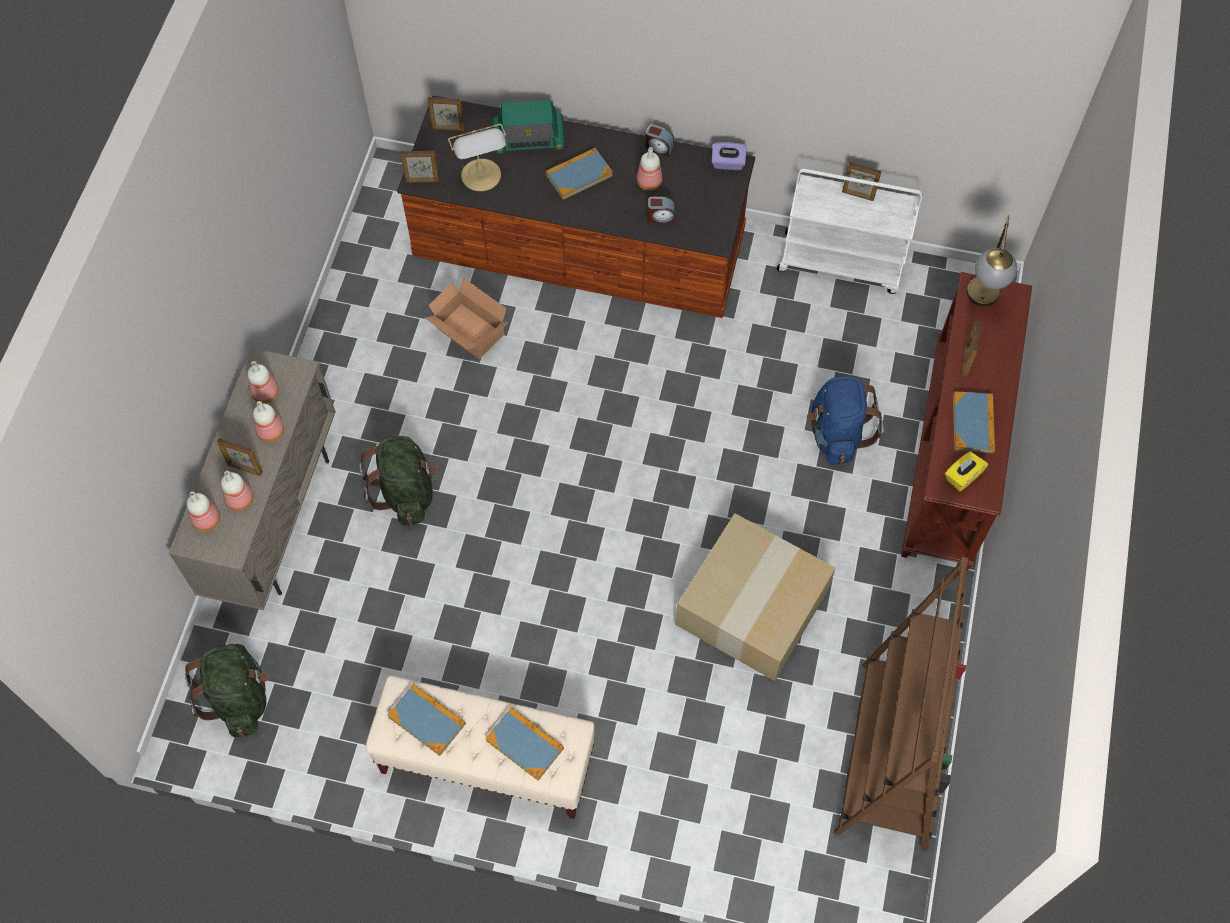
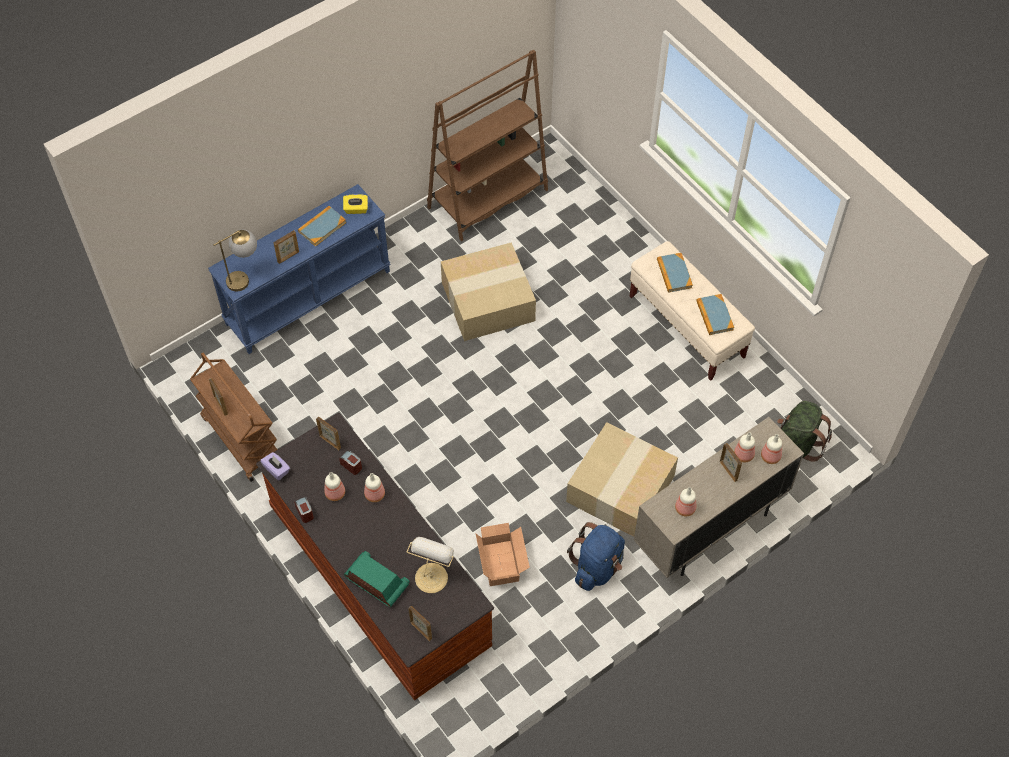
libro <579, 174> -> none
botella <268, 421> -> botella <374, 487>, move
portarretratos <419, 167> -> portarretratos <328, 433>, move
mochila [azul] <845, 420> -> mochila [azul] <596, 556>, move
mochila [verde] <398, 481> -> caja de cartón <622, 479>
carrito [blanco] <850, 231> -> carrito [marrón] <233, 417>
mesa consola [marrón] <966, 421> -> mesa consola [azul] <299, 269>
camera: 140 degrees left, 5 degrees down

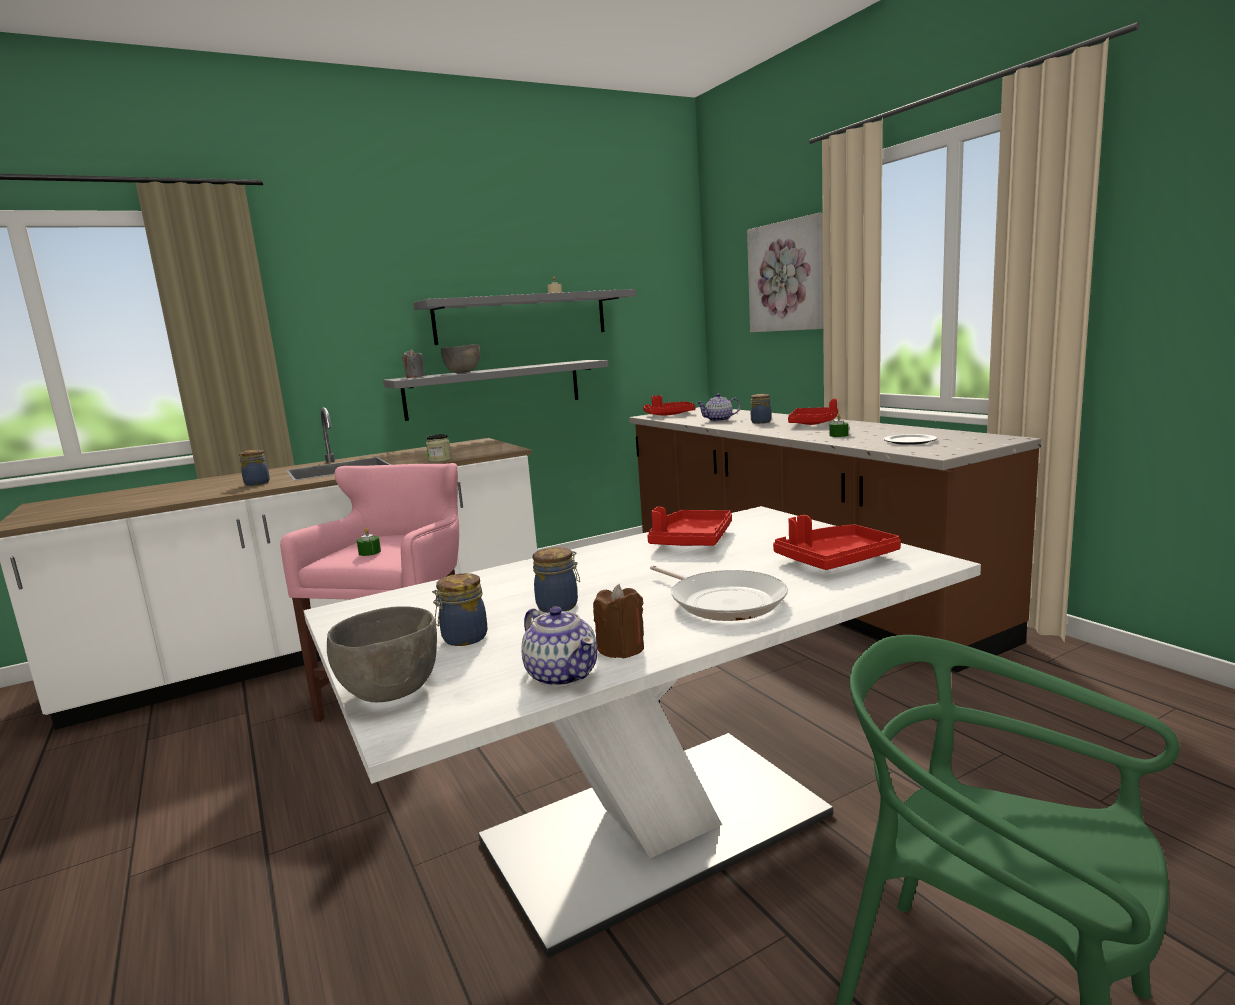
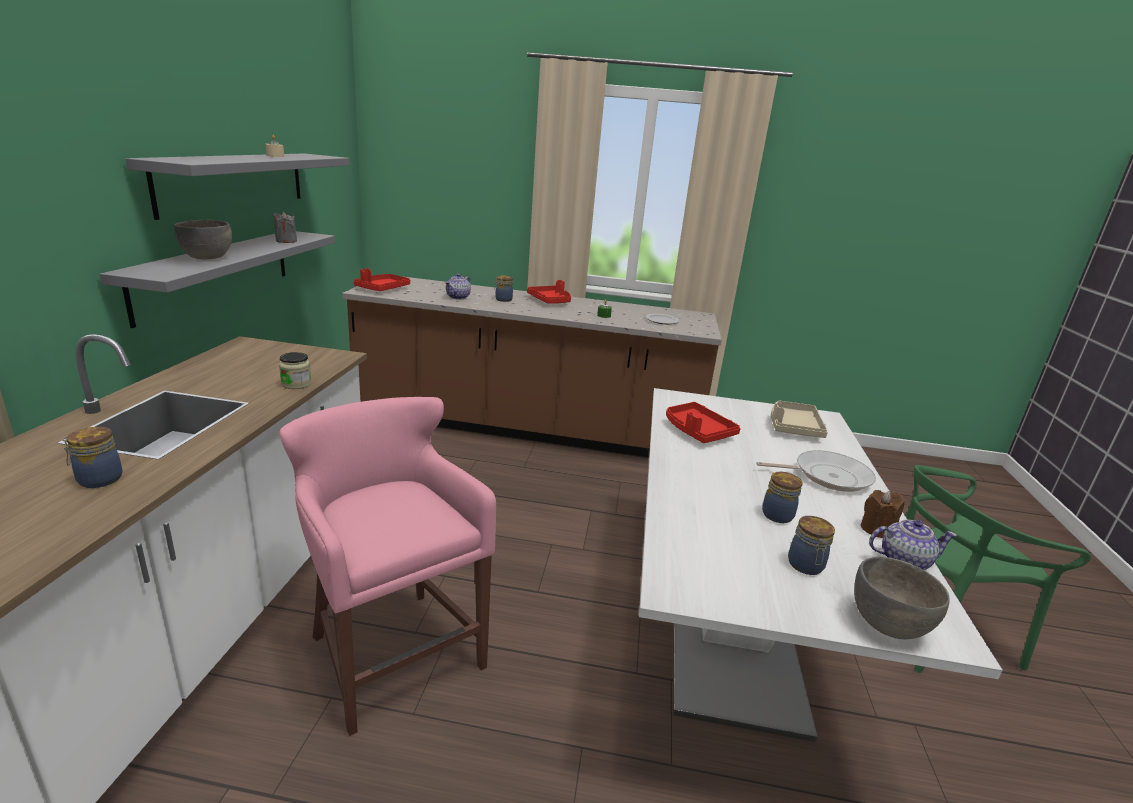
vela [verde] <369, 542> -> none
cuadro <785, 272> -> none
vela [gris] <414, 363> -> vela [gris] <285, 227>, move
bandeja [rojo] <837, 542> -> bandeja [beis] <799, 419>
camera: 55 degrees left, 10 degrees up

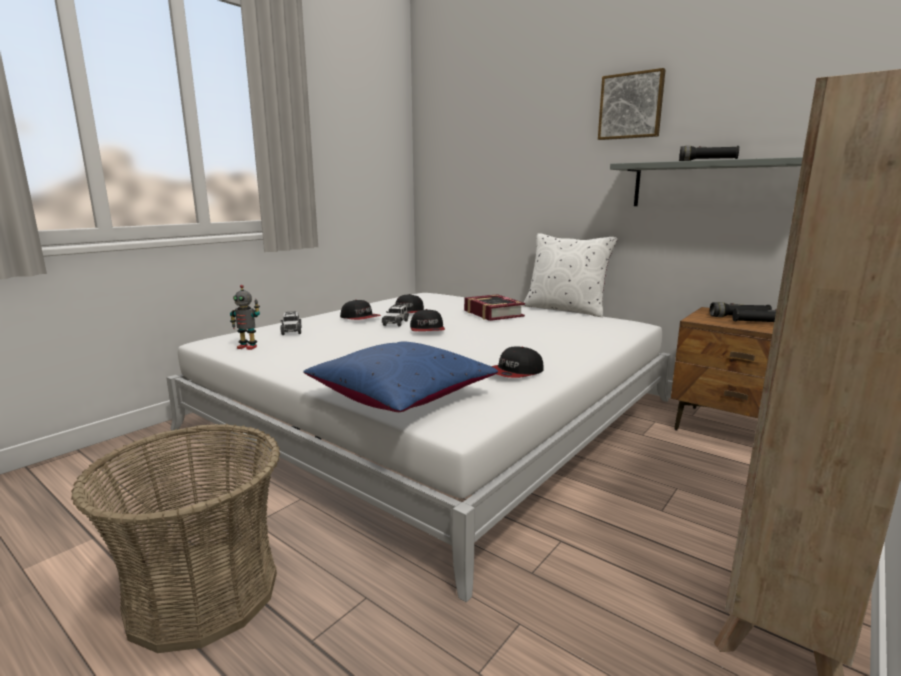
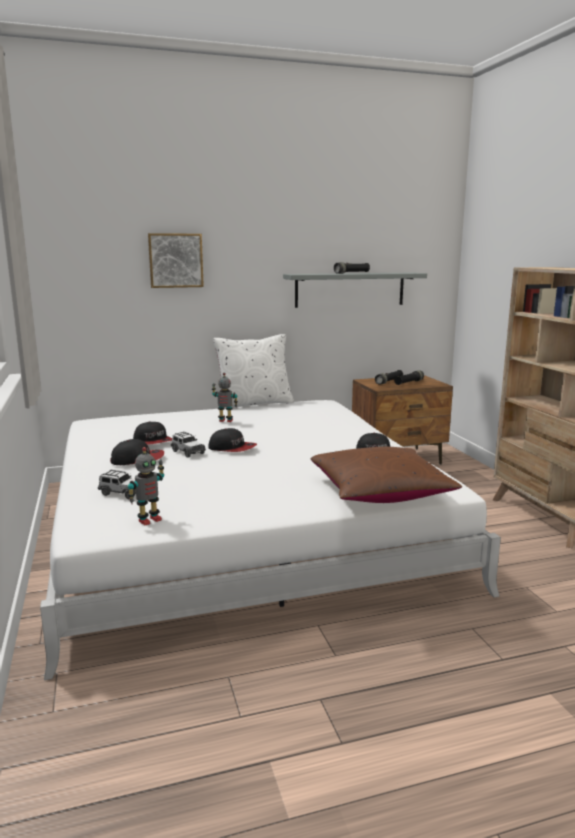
cesta <175, 538> -> none
cuadro <632, 104> -> cuadro <176, 260>, move
libro <494, 307> -> robot de juguete <225, 397>
cojín [azul] <400, 376> -> cojín [marrón] <386, 475>
camera: 55 degrees left, 0 degrees up

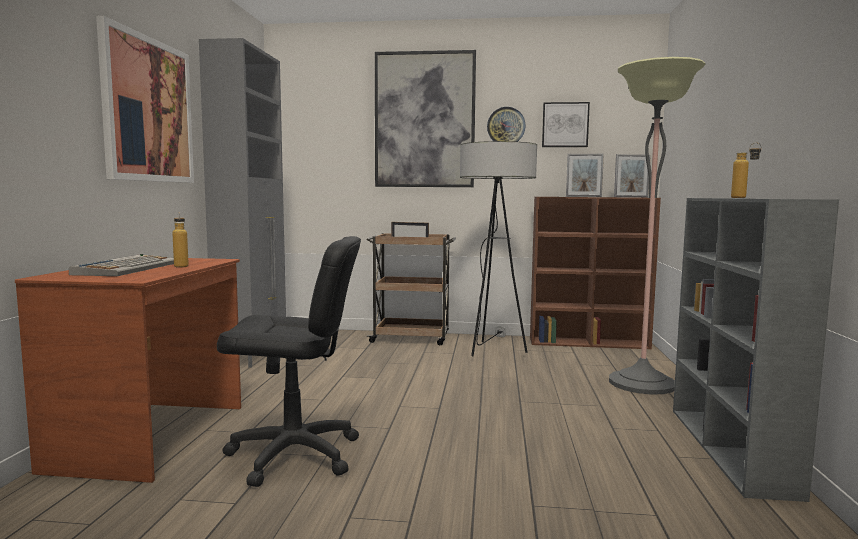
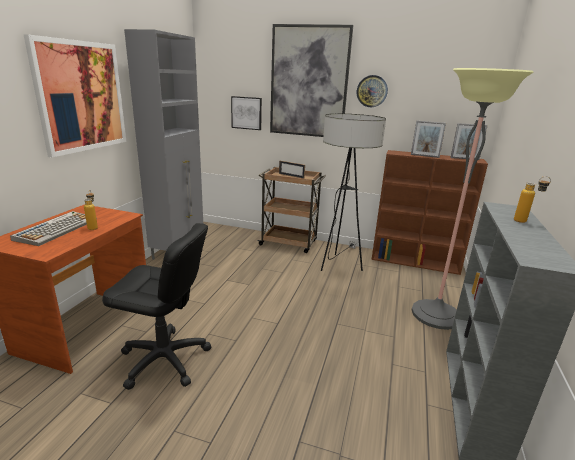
cuadro <566, 124> -> cuadro <246, 113>, move
camera: 10 degrees right, 15 degrees up

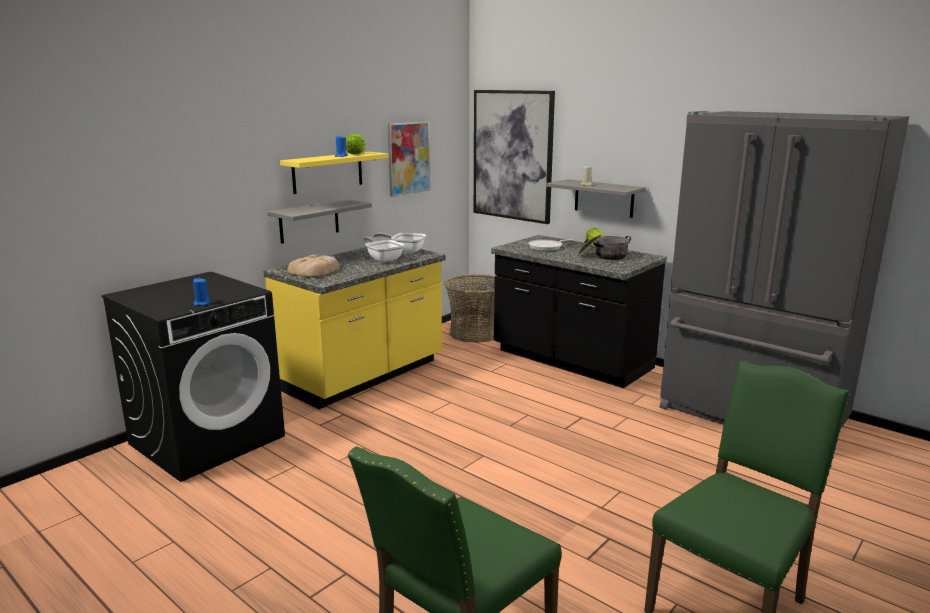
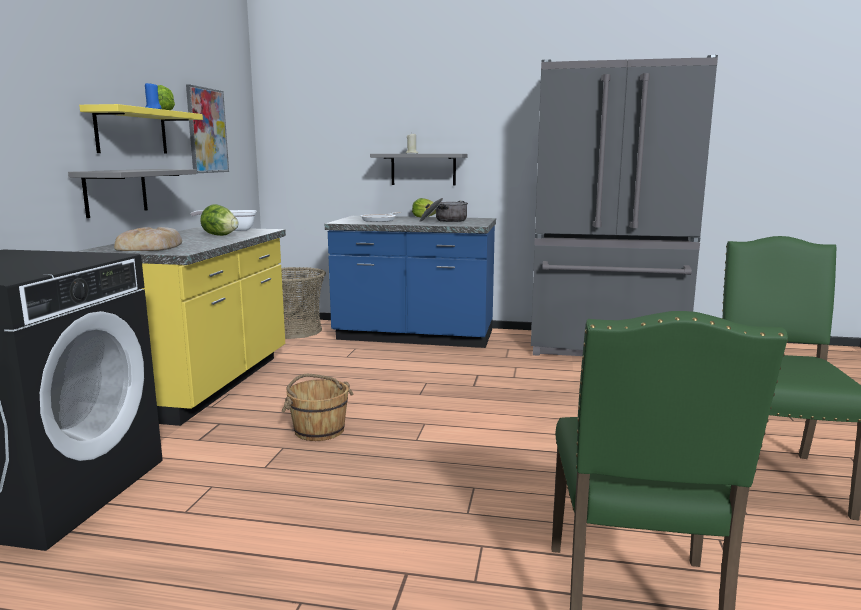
vela [azul] <202, 292> -> none
cuadro <514, 157> -> none
none -> cubo [marrón] <317, 407>
sartén <383, 249> -> lechuga <219, 220>
mueble bajo de cocina [negro] <579, 311> -> mueble bajo de cocina [azul] <410, 282>
camera: 30 degrees left, 5 degrees down

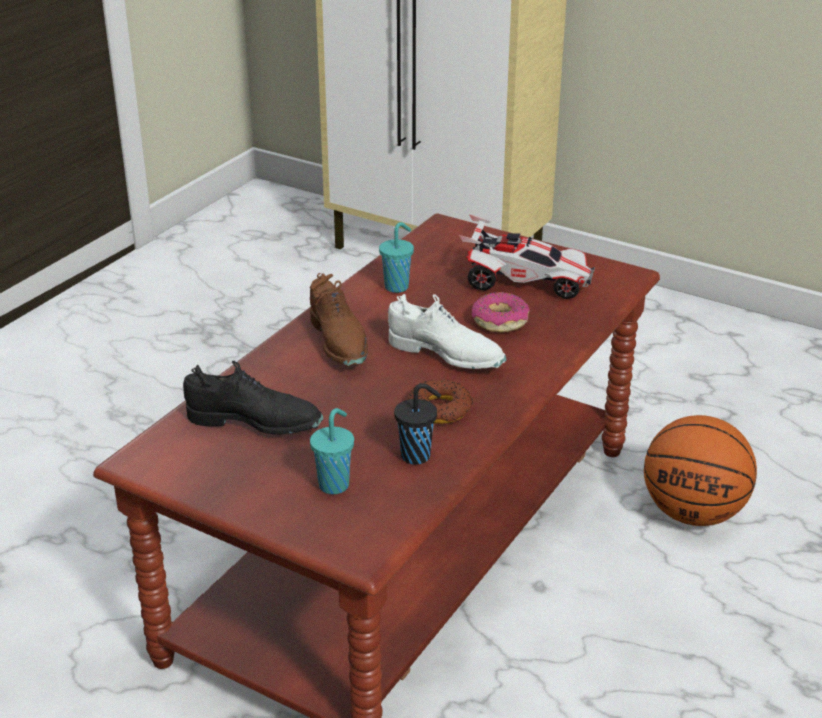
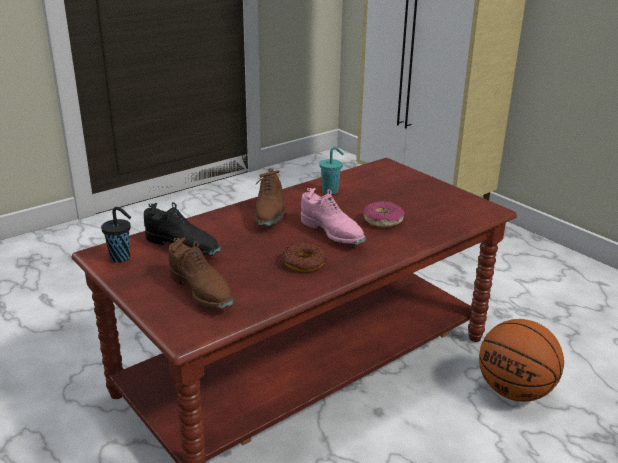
coche de juguete <527, 256> -> none
taza [negro] <417, 424> -> taza [negro] <116, 235>, move
taza [turquesa] <332, 451> -> zapato [marrón] <201, 273>
zapato [blanco] <447, 331> -> zapato [rosa] <333, 216>
camera: 20 degrees right, 5 degrees down

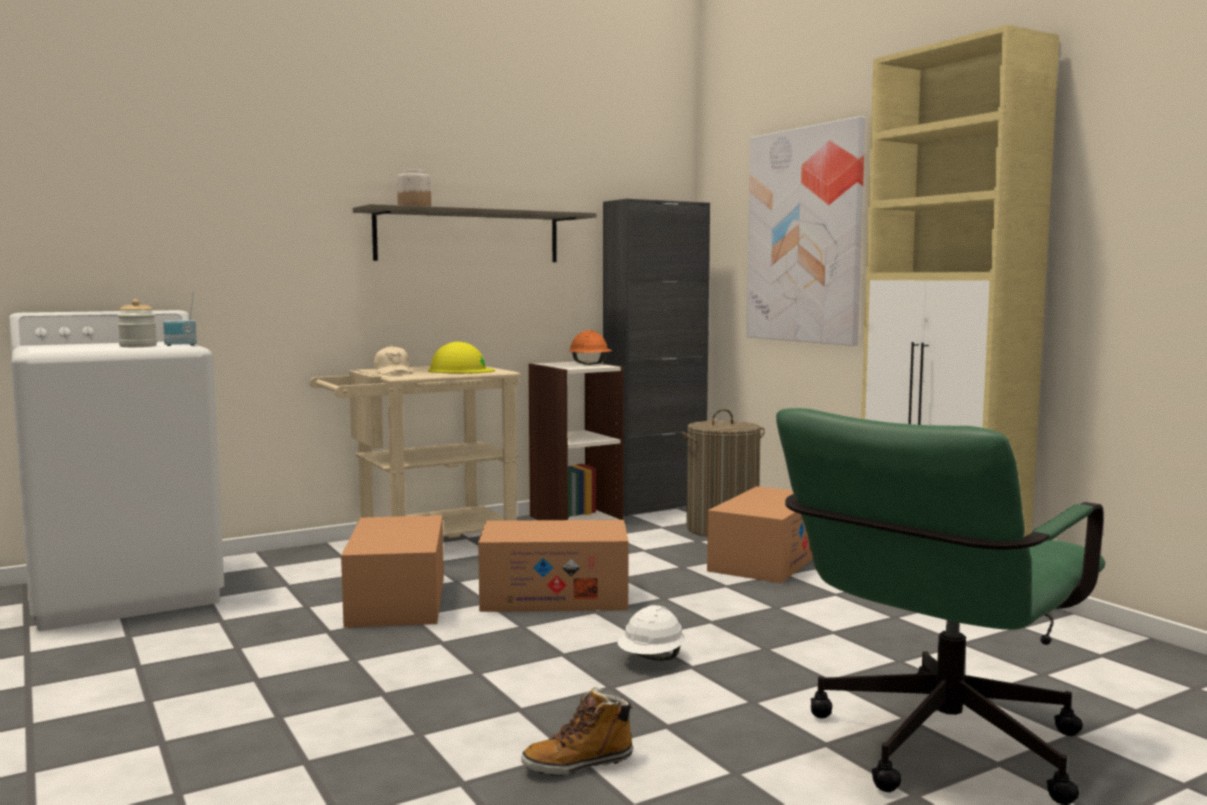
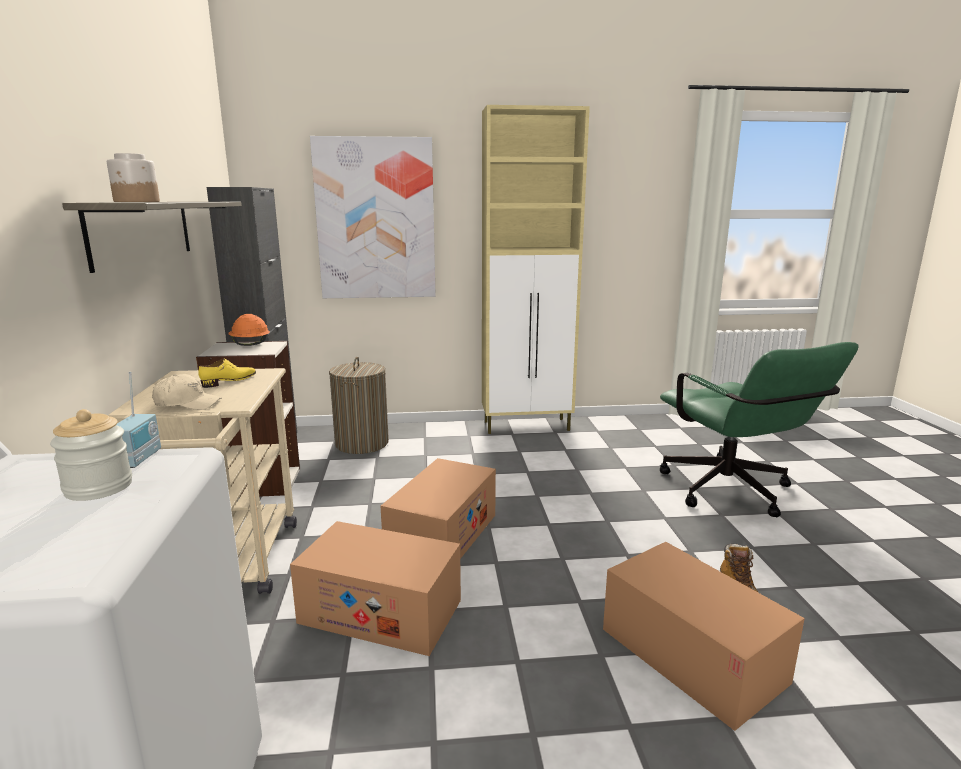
casco [blanco] <651, 633> -> none
caja de cartón <760, 534> -> caja de cartón <704, 636>, move
casco [amarillo] <461, 357> -> zapato [amarillo] <227, 373>
camera: 65 degrees left, 10 degrees up

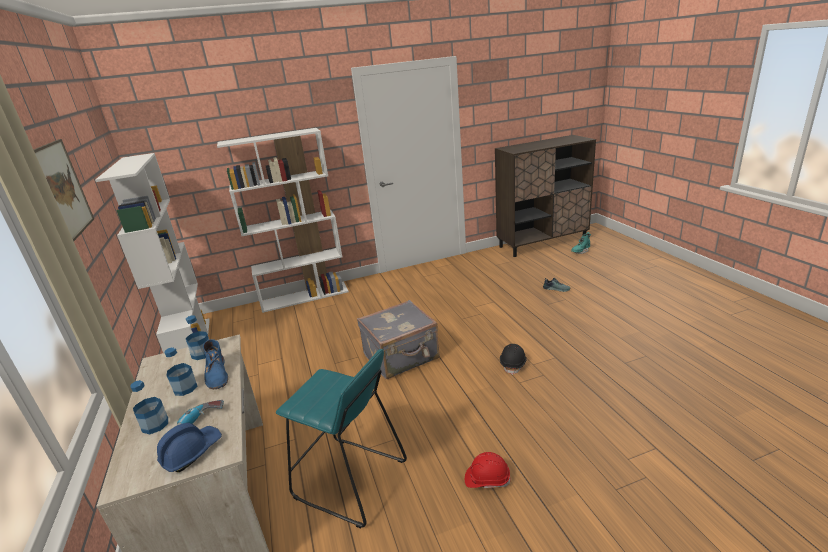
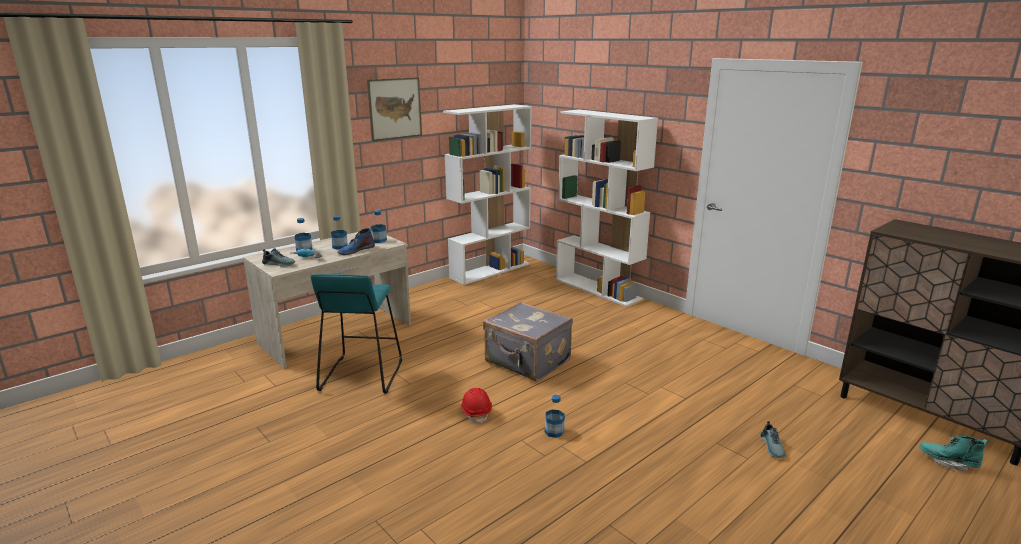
casco [rojo] <488, 470> -> casco [rojo] <476, 406>, move
casco [azul] <189, 447> -> zapato <278, 257>
casco [negro] <513, 359> -> botella <554, 416>
camera: 65 degrees right, 5 degrees down

